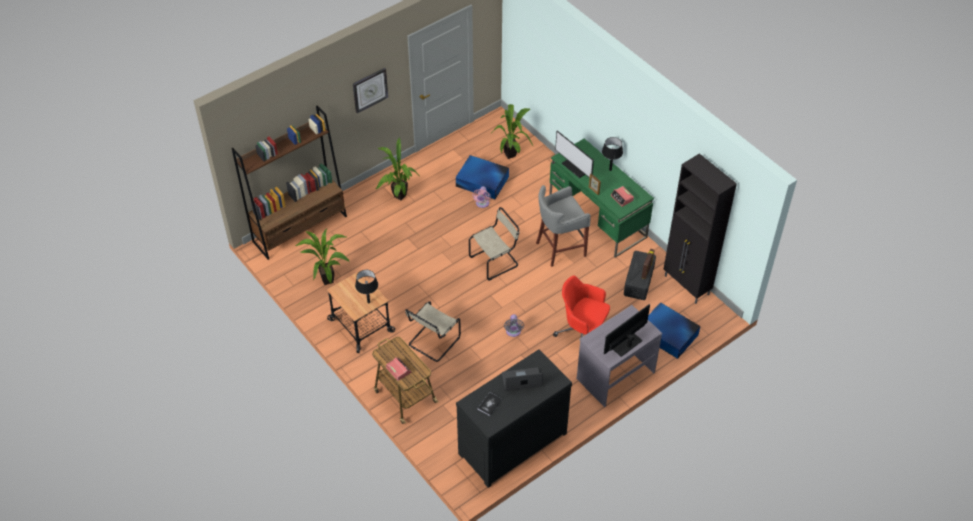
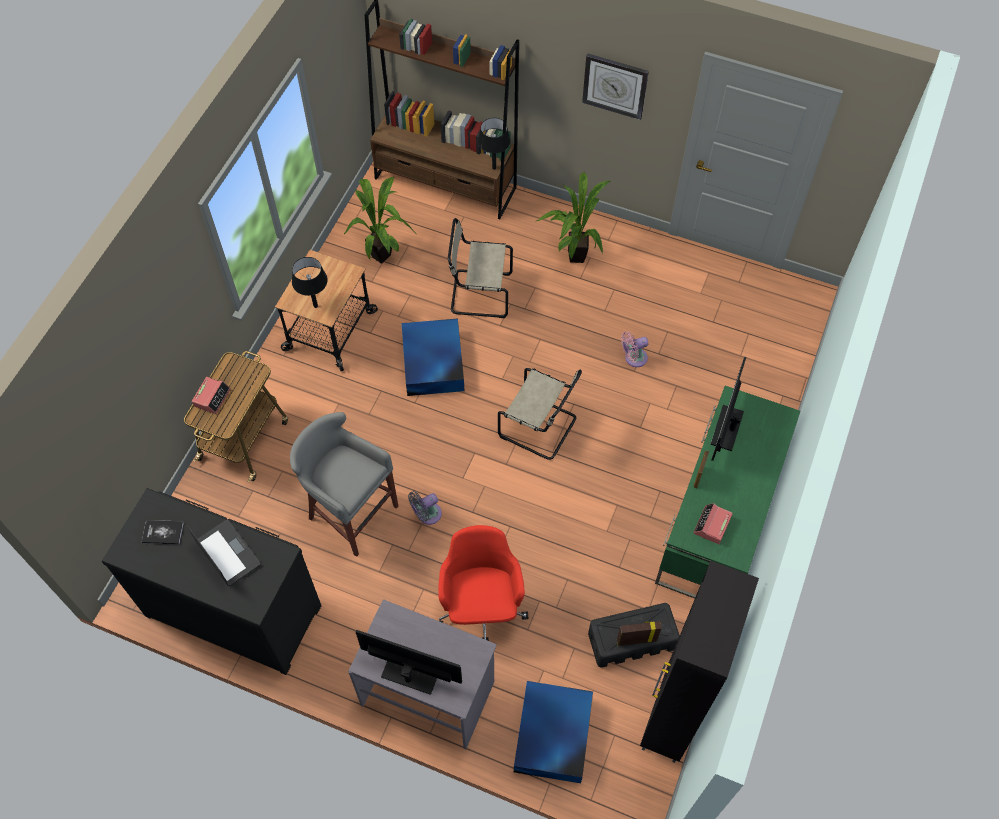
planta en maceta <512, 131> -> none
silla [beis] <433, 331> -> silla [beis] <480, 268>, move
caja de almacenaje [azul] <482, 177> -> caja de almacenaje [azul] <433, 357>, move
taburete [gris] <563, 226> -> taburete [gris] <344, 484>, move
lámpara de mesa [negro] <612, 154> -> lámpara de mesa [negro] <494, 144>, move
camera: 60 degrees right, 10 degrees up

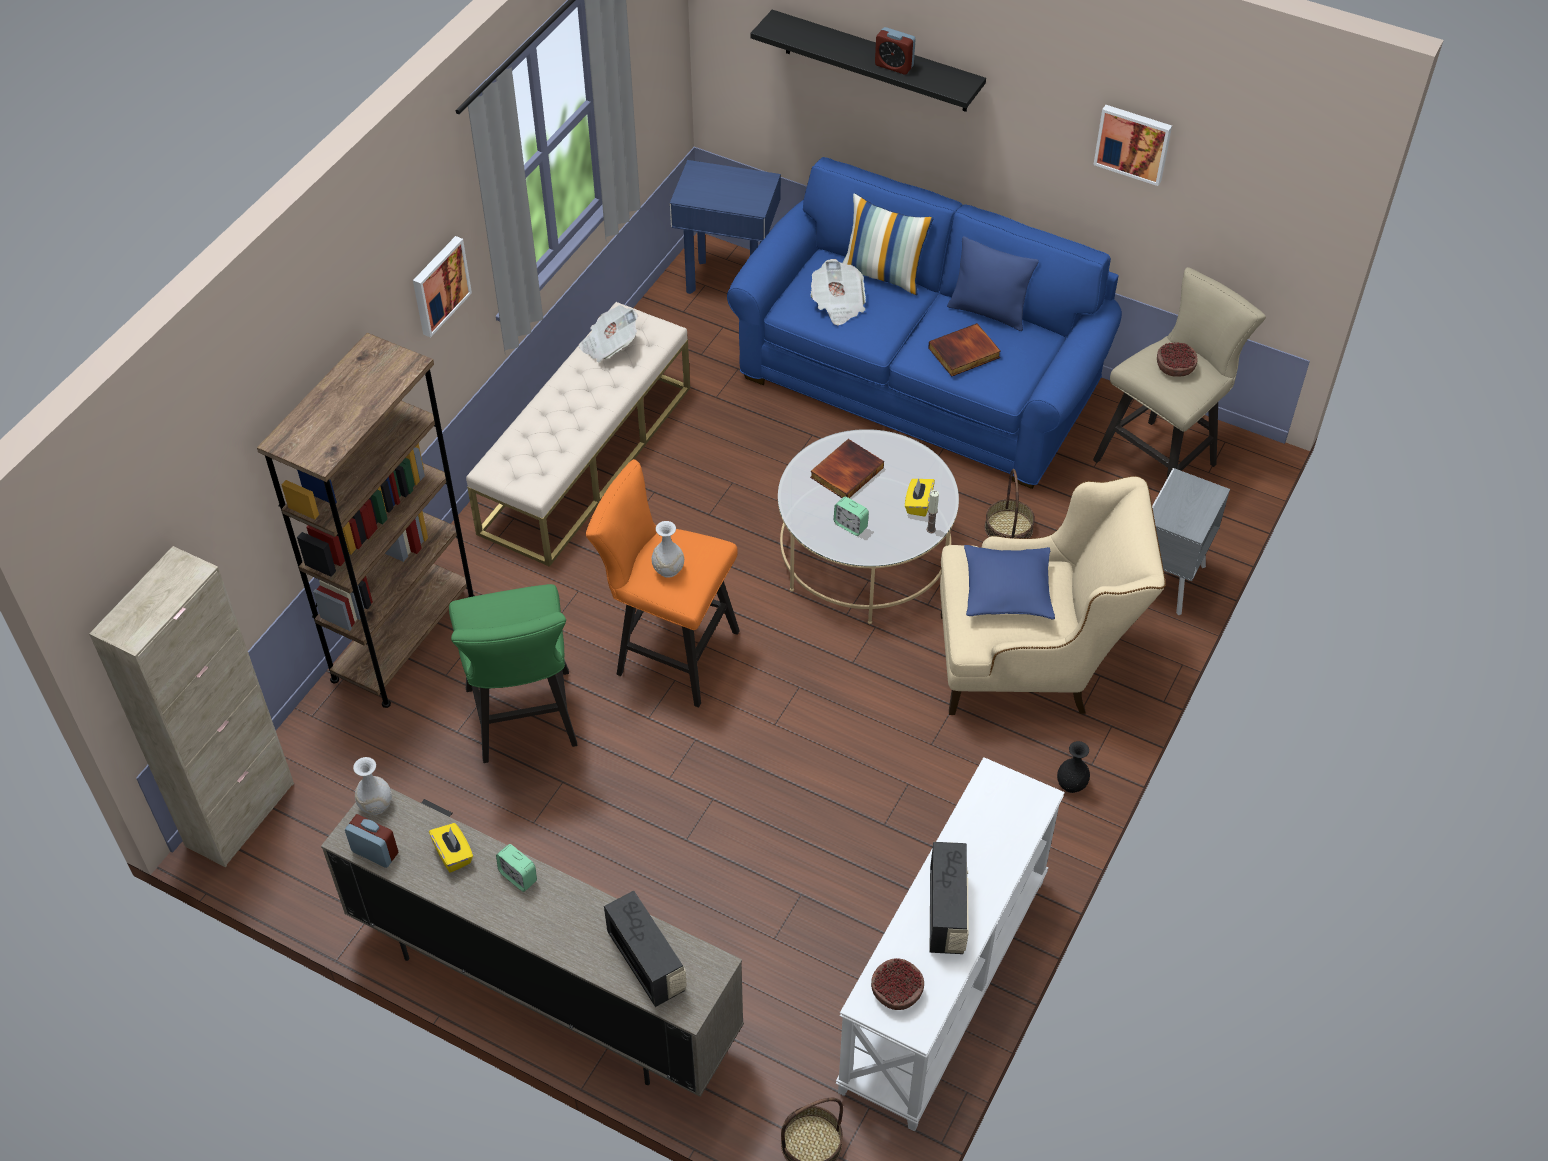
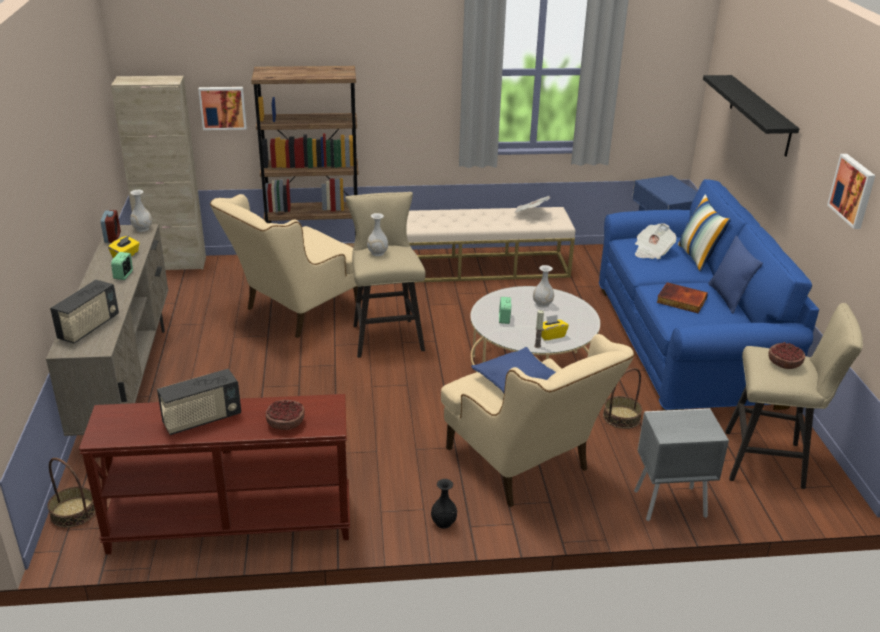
despertador <895, 50> -> none
cuadro <442, 286> -> cuadro <222, 108>, move
cuenco <897, 984> -> cuenco <285, 415>, move
taburete [verde] <513, 673> -> sillón [beis] <284, 266>
libro <847, 468> -> florero [blanco] <543, 286>
taburete [naranja] <663, 583> -> taburete [beis] <385, 275>
mesa consola [blanco] <950, 944> -> mesa consola [marrón] <214, 474>
camera: 55 degrees right, 20 degrees down

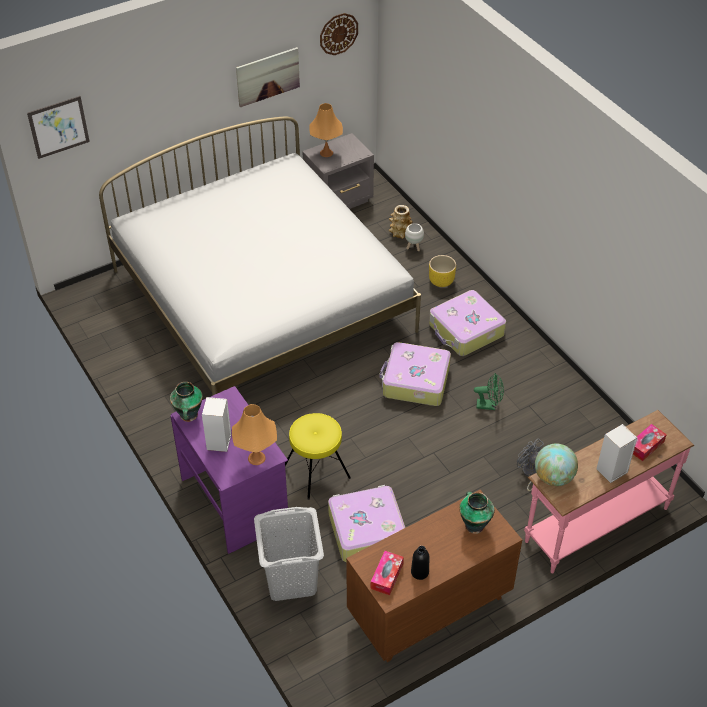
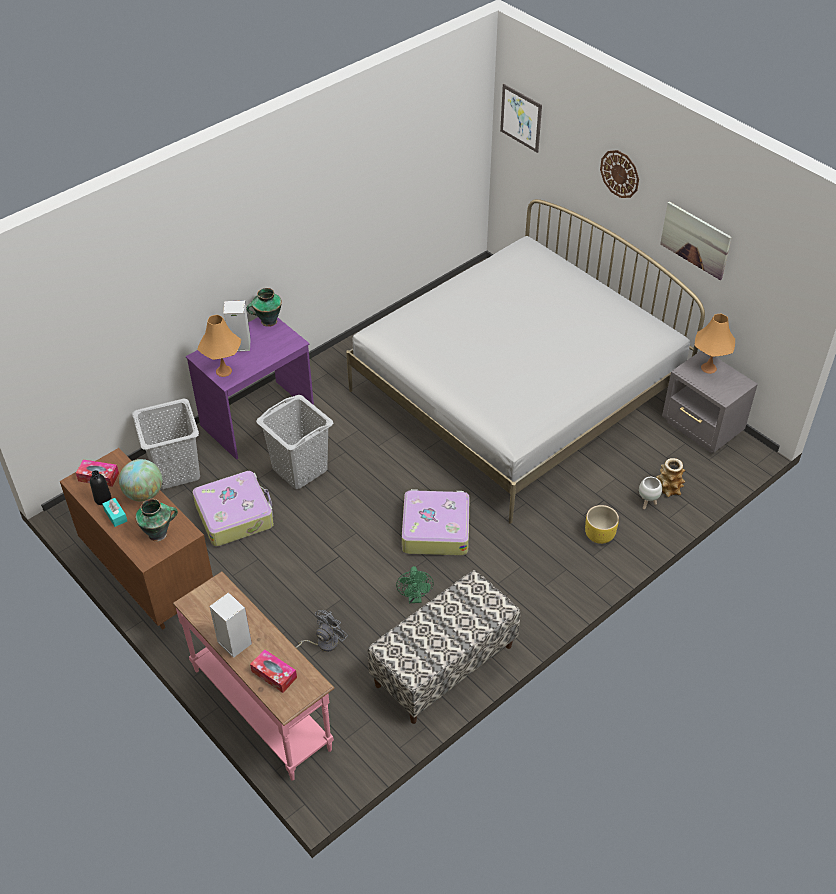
maleta <467, 323> -> none
none -> caja de pañuelos [turquesa] <114, 512>
none -> banco <443, 647>
reloj de pared <339, 34> -> reloj de pared <619, 174>, move
globo terráqueo <556, 465> -> globo terráqueo <140, 480>, move
taburete [amarillo] <318, 456> -> cesto de la ropa [gris] <294, 442>
camera: 80 degrees right, 0 degrees up

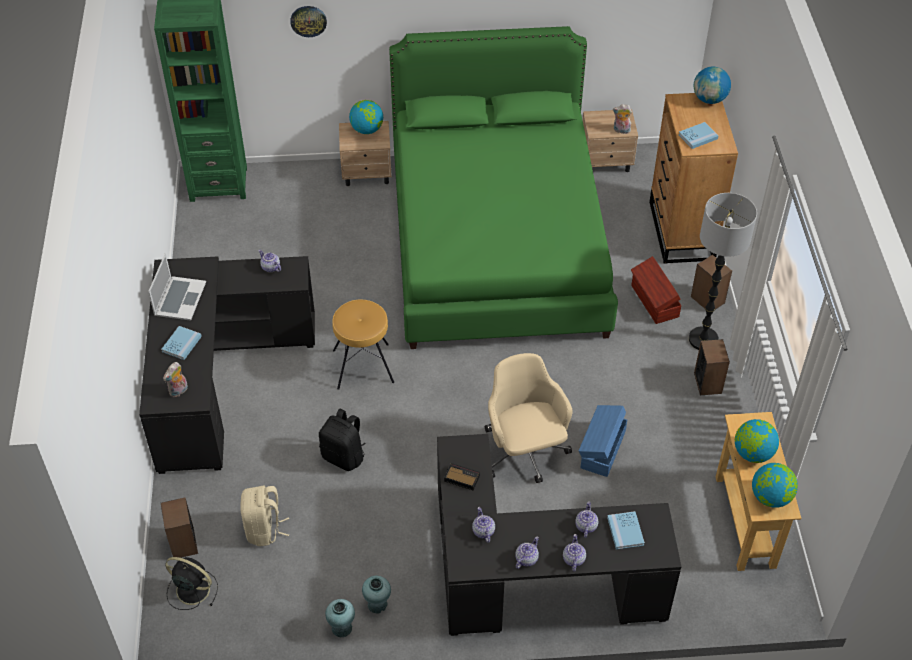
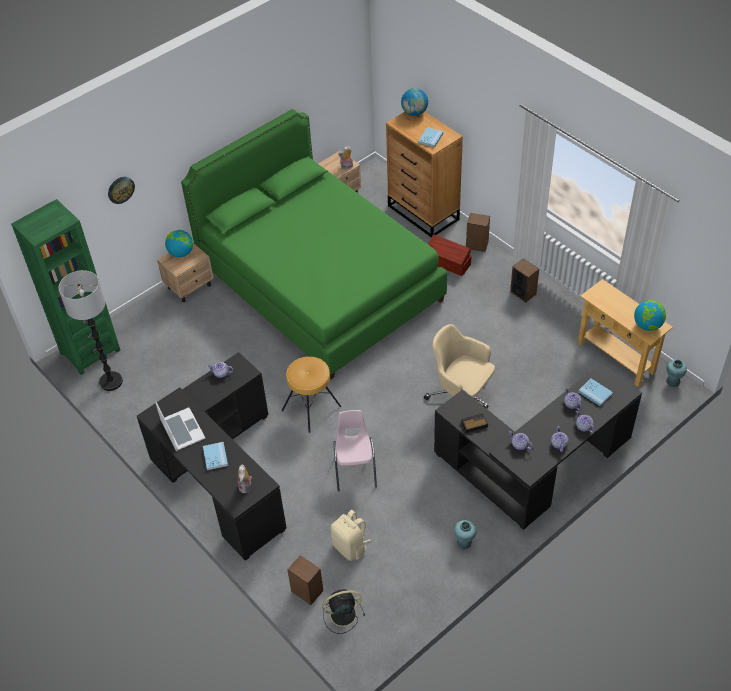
caja de almacenaje [azul] <603, 441> -> none
globo terráqueo <757, 441> -> none
florero [turquesa] <340, 618> -> florero [turquesa] <676, 373>, move
lámpara de pie <723, 271> -> lámpara de pie <90, 330>, move
mochila [negro] <342, 439> -> silla [rosa] <355, 451>
camera: 35 degrees left, 0 degrees up

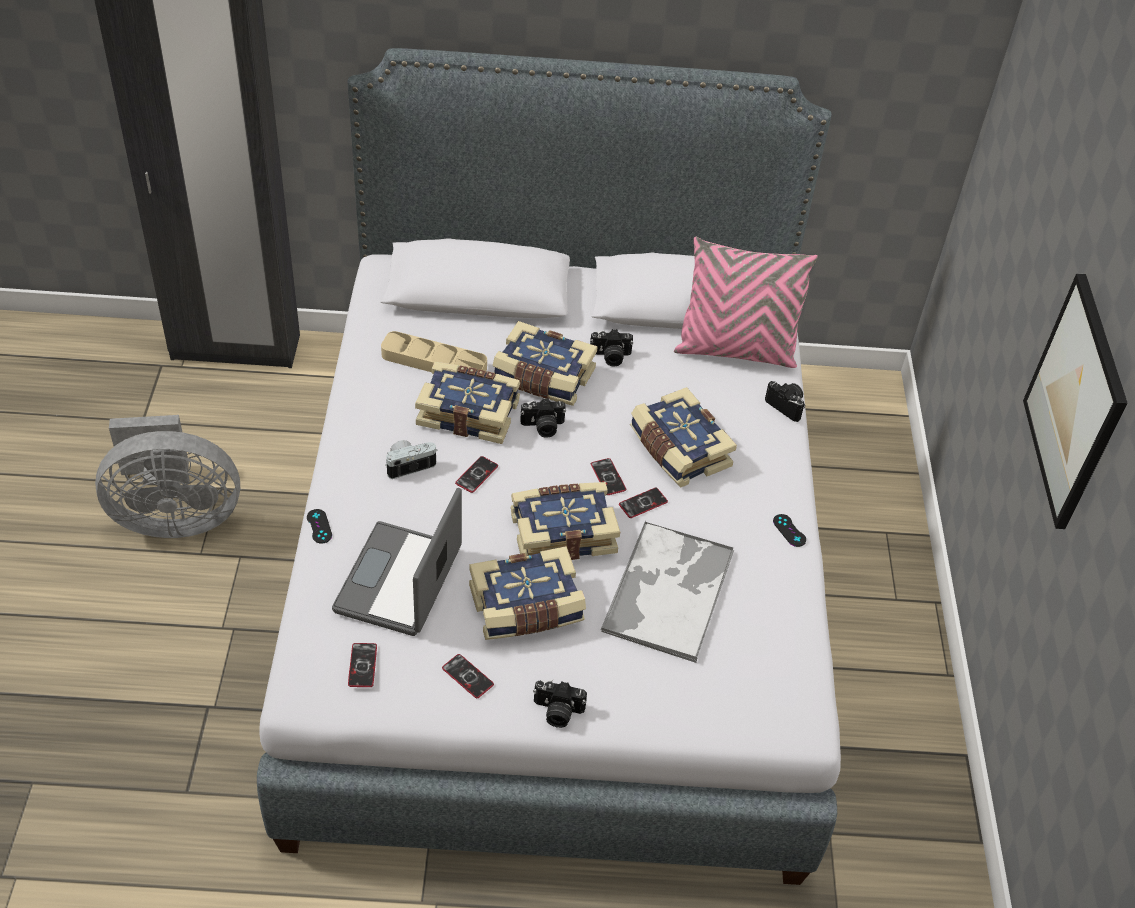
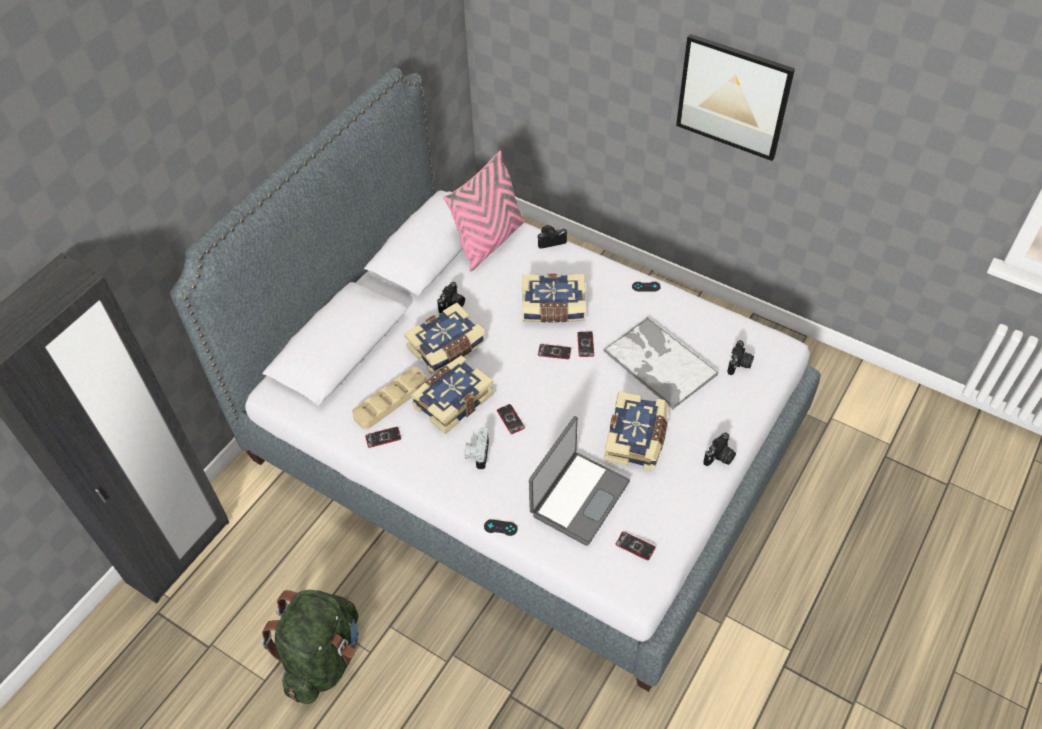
libro <565, 521> -> none
móvil <468, 676> -> móvil <383, 437>, move
cámara <543, 418> -> cámara <740, 357>, move
ventilador [gris] <167, 476> -> mochila [verde] <310, 647>
portátil <397, 562> -> portátil <579, 481>, 105 degrees counterclockwise
camera: 55 degrees left, 5 degrees up

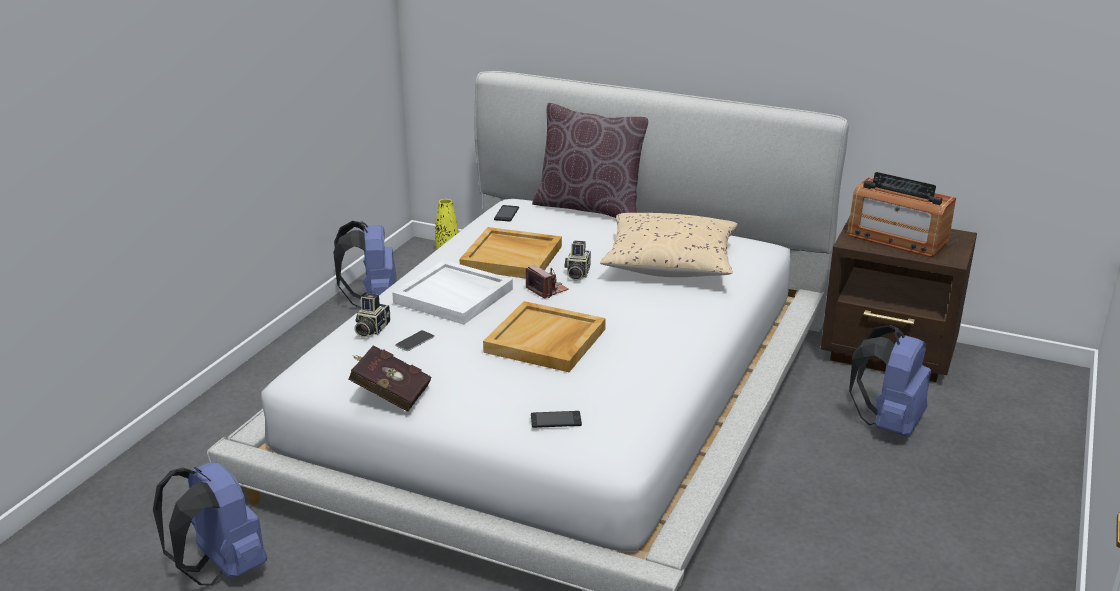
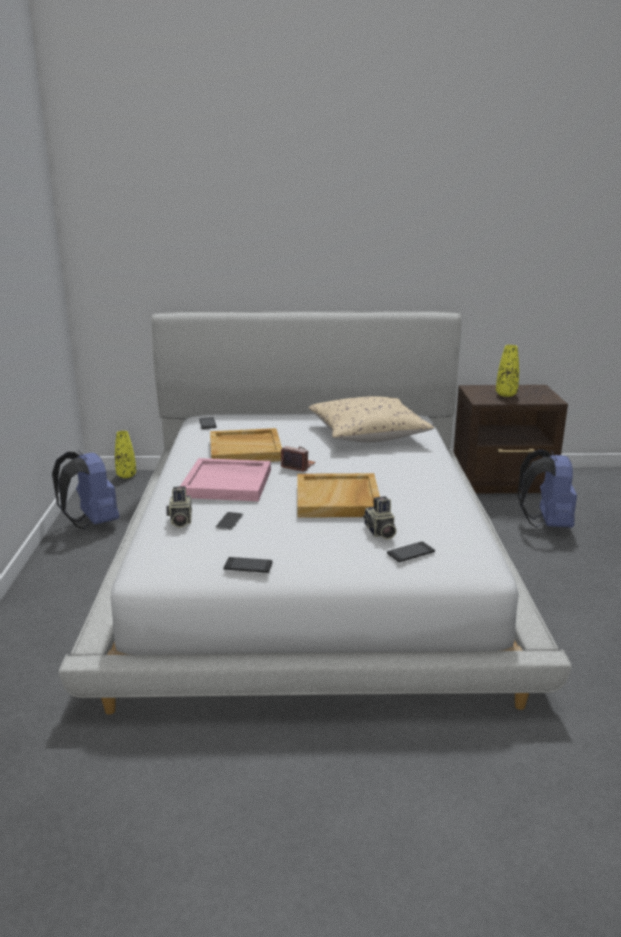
mochila [azul] <210, 524> -> none
cojín [marrón] <590, 160> -> none
cámara <578, 260> -> cámara <379, 517>, move
libro [rojo] <389, 378> -> móvil <248, 565>
radio <901, 215> -> florero [amarillo] <507, 371>
bandeja [blanco] <452, 292> -> bandeja [rosa] <225, 479>
camera: 25 degrees left, 5 degrees down

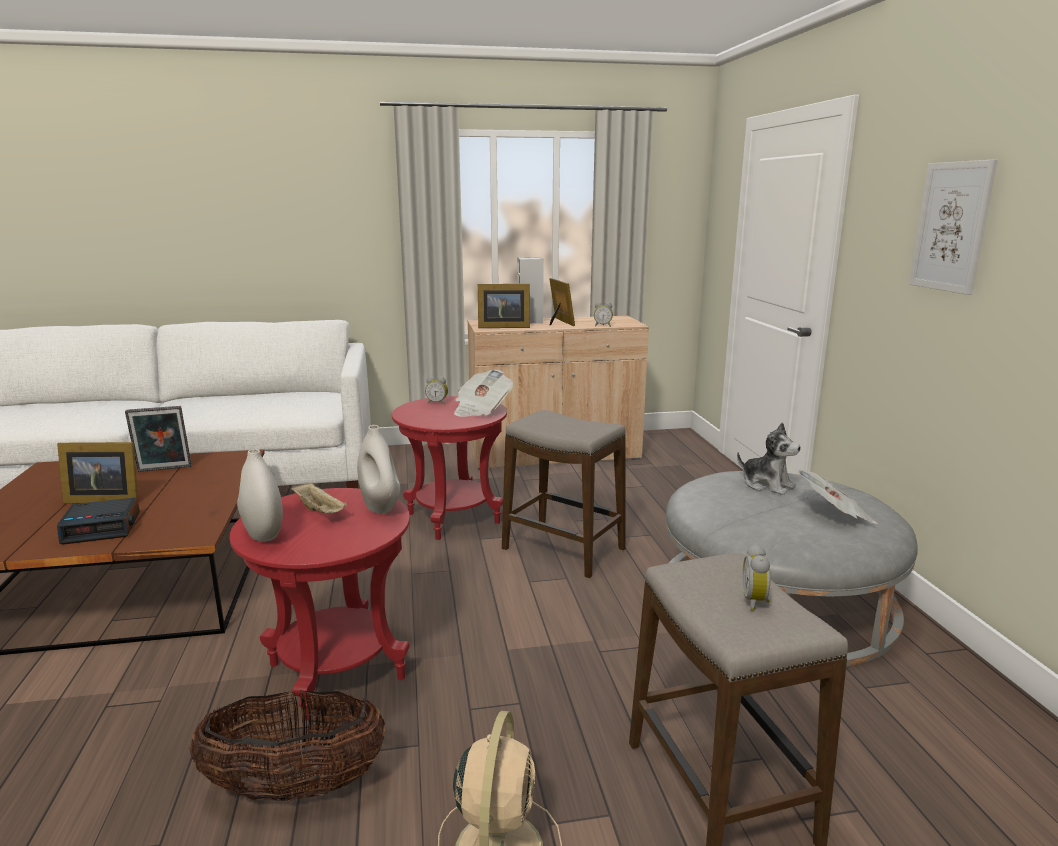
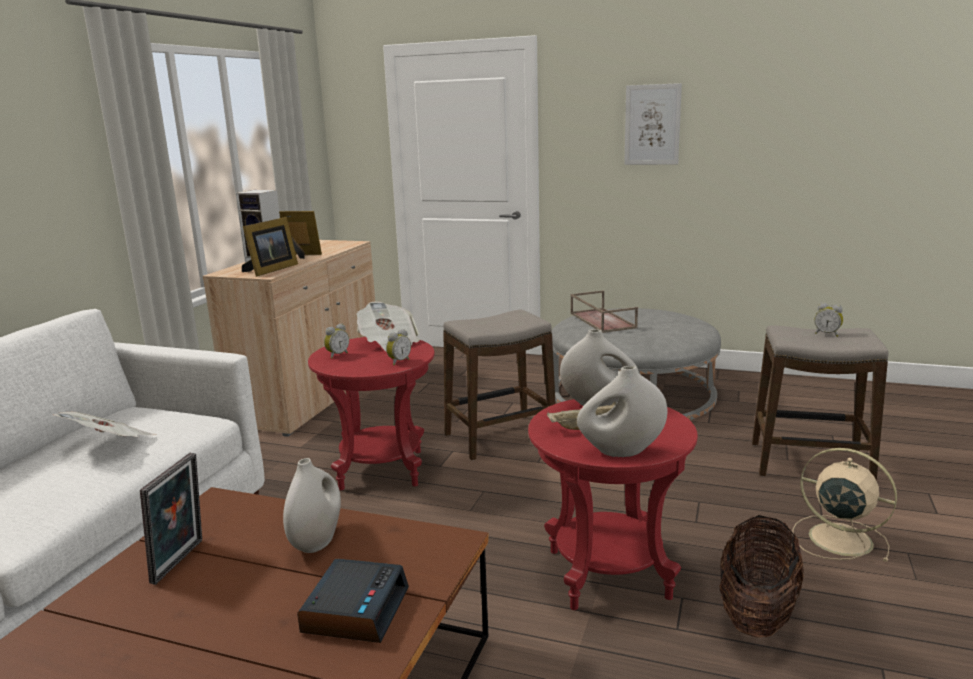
portarretratos <98, 473> -> none
none -> florero [blanco] <312, 505>
despertador <603, 314> -> despertador <398, 347>, move
periódico <836, 496> -> periódico <105, 424>, move
peluche <769, 458> -> bandeja [marrón] <604, 311>
camera: 60 degrees left, 0 degrees up

